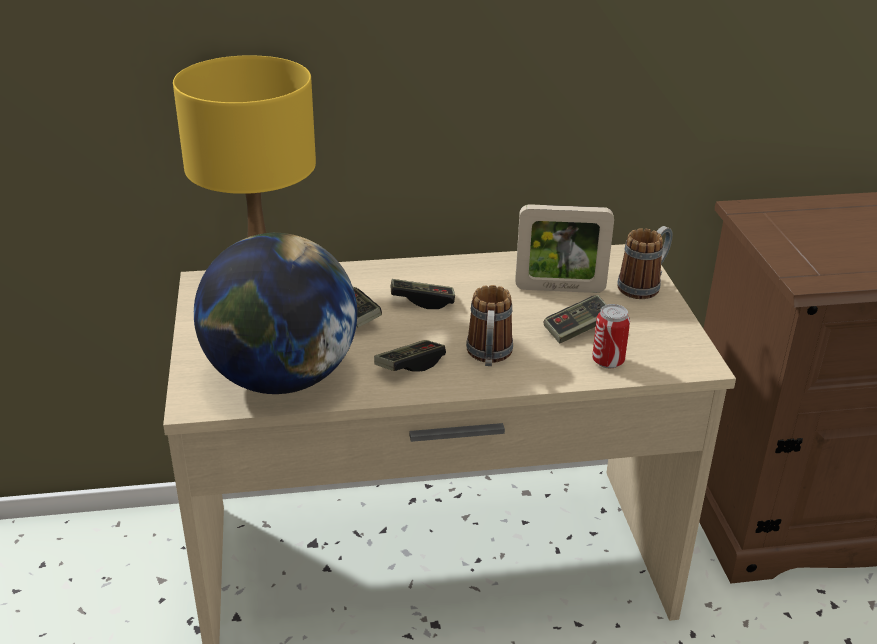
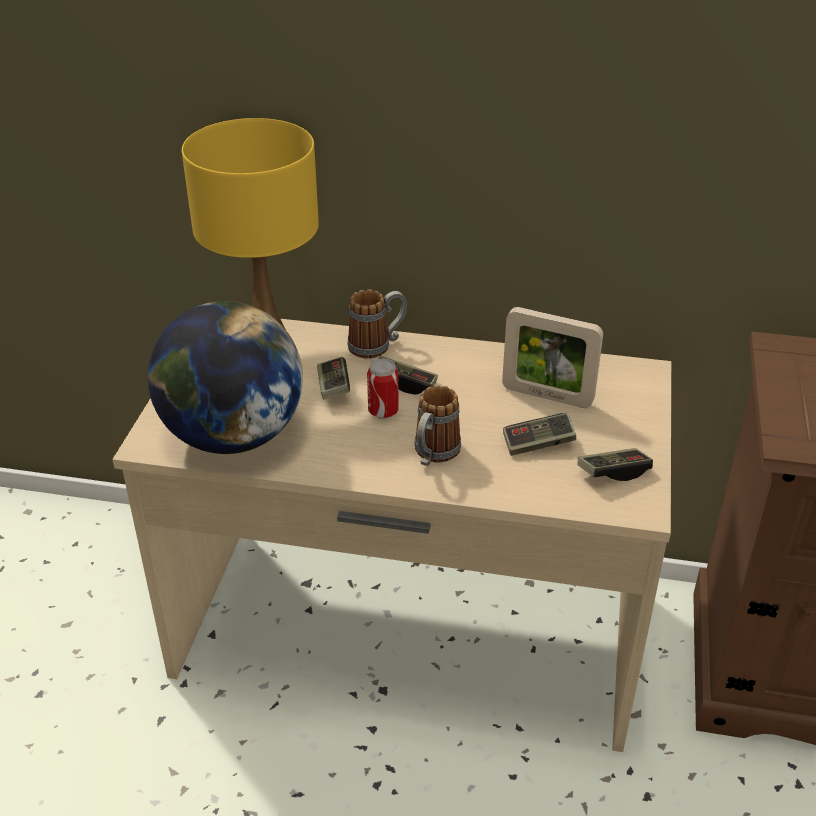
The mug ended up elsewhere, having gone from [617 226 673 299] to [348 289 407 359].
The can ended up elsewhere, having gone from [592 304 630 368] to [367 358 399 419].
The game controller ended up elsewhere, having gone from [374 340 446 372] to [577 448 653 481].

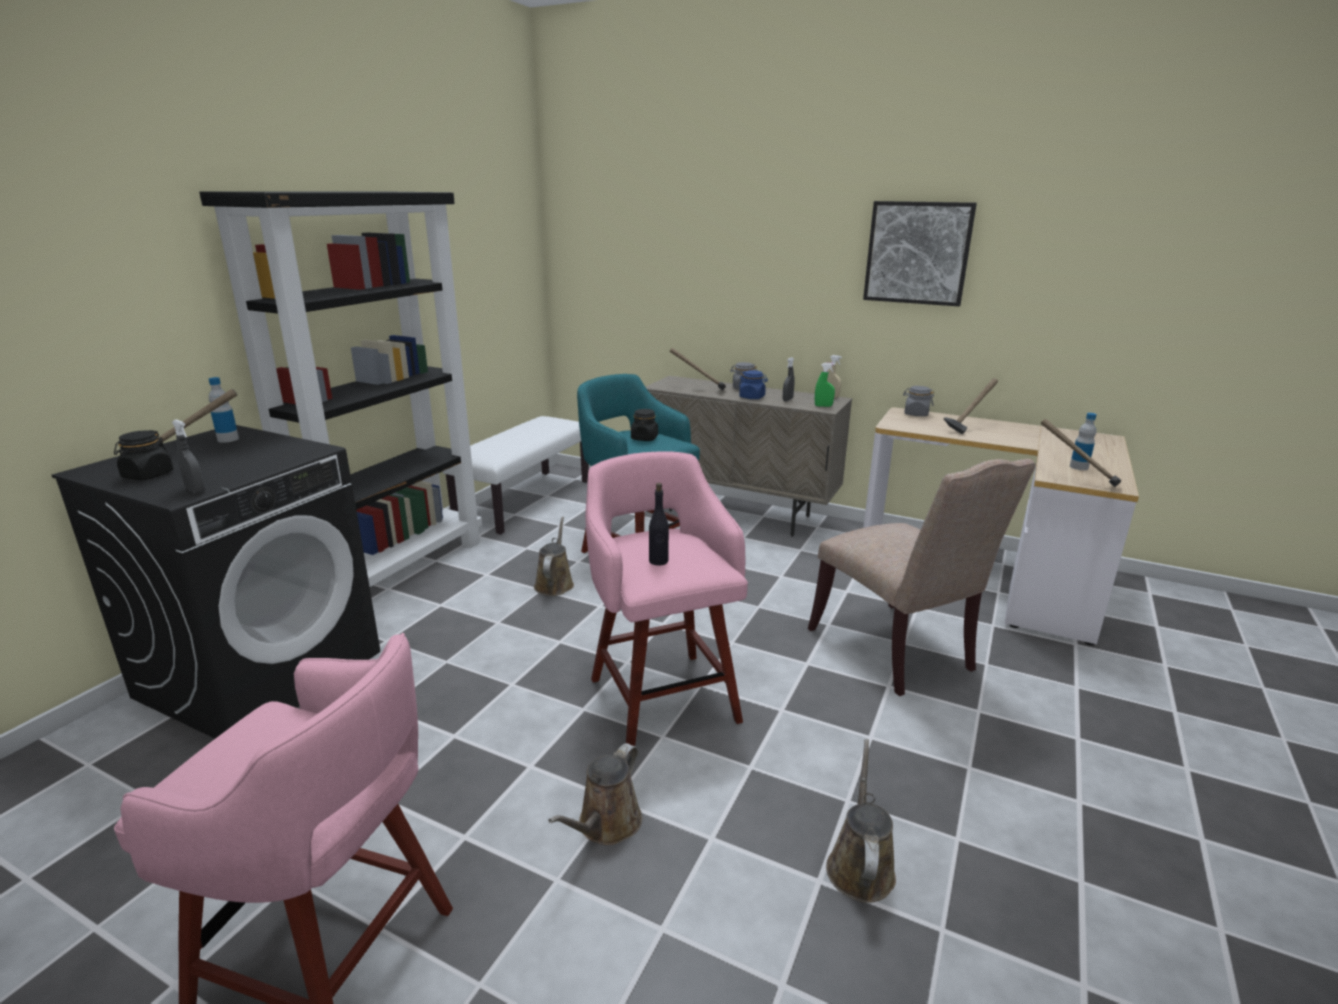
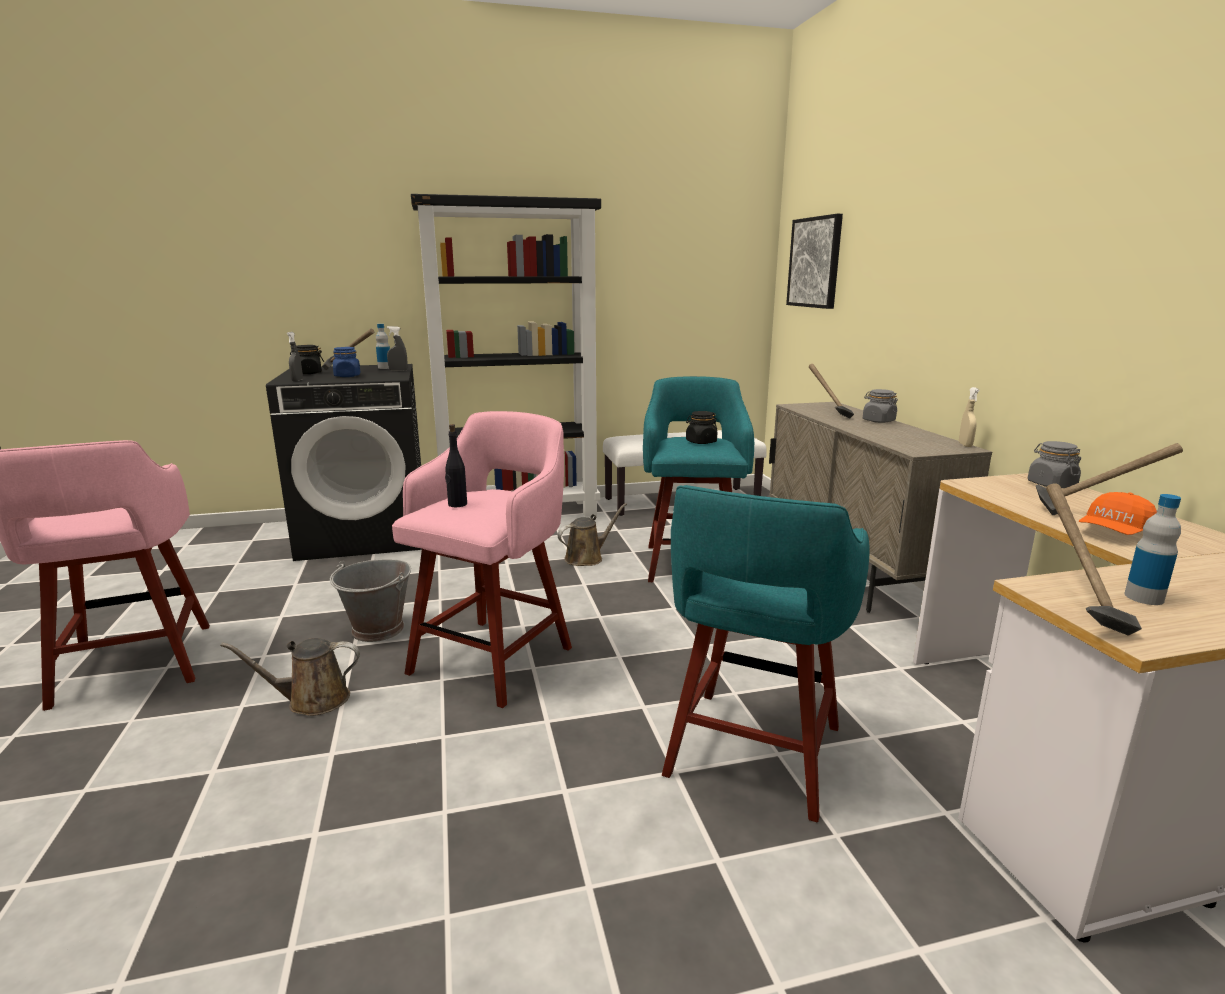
The picture ended up elsewhere, having gone from [863 201 977 306] to [786 214 843 309].
The grey spray bottle ended up elsewhere, having gone from [783 357 795 401] to [387 326 408 371].
The second view lost the green spray bottle at [815 363 835 407].
The blue jar ended up elsewhere, having gone from [739 370 768 399] to [333 347 360 377].
Where the beige chair stood at [808 459 1036 696], the turquoise stool came to stand at [662 485 869 823].
The second view lost the brown watering can at [826 739 896 903].
The second view gained the orange cap at [1079 492 1157 535].
The second view gained the grey bucket at [330 559 411 642].

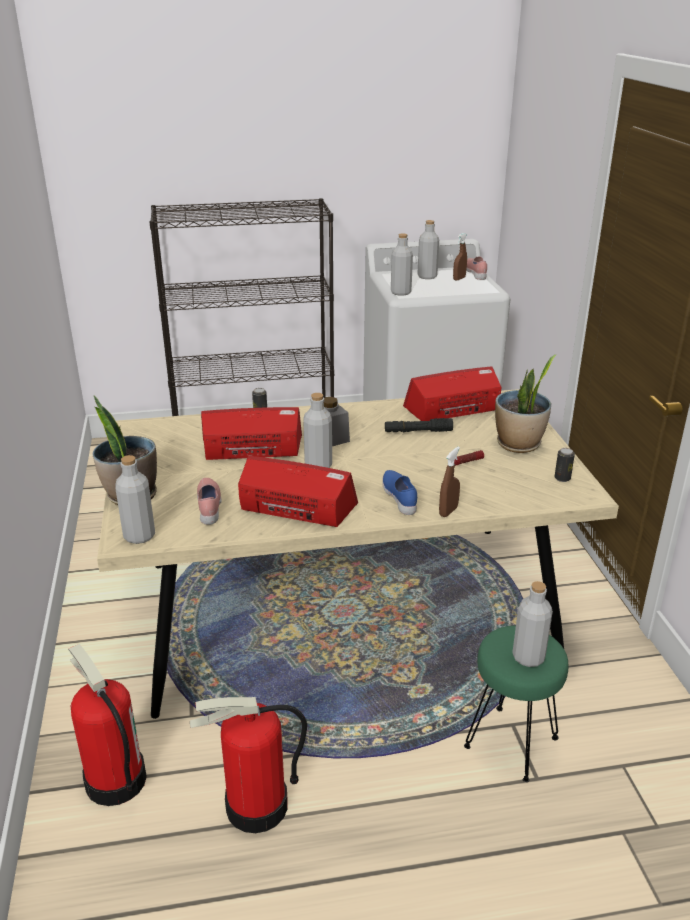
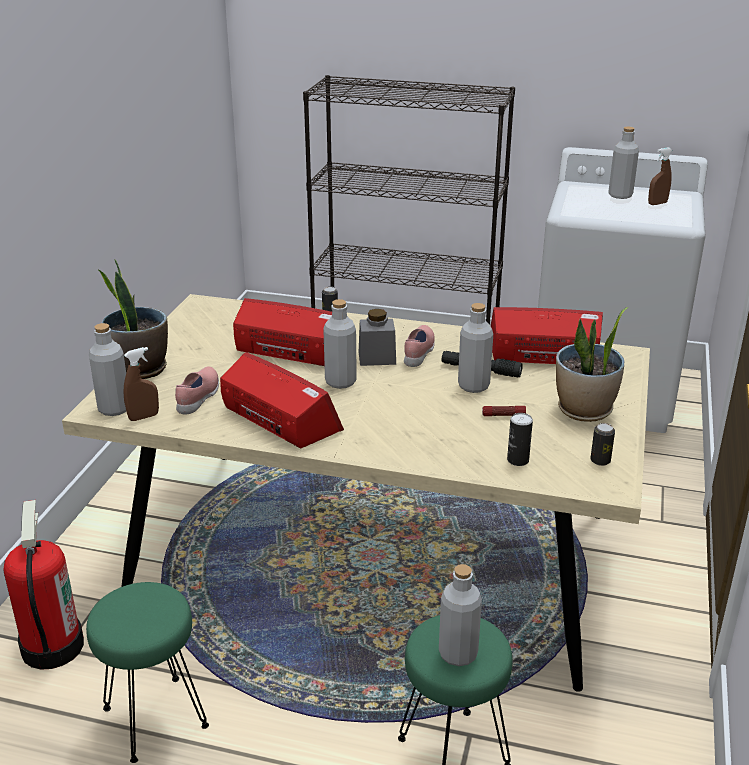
The grey bottle ended up elsewhere, having gone from [391 233 413 296] to [458 303 493 393].
The pink shoe ended up elsewhere, having gone from [466 256 487 280] to [404 325 435 367].
The brown spray bottle ended up elsewhere, having gone from [439 446 460 517] to [124 347 159 421].
The second view lost the blue shoe at [382 470 417 515].
Where the fire extinguisher stood at [190 697 307 833], the green stool came to stand at [86 582 209 763].
The second view gained the can at [507 413 533 466].

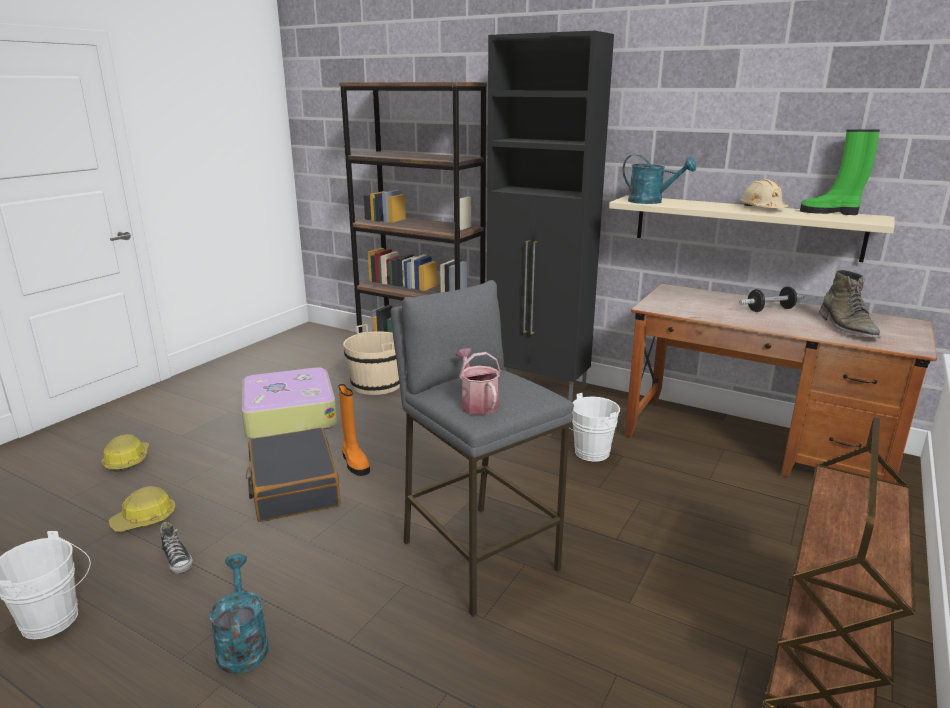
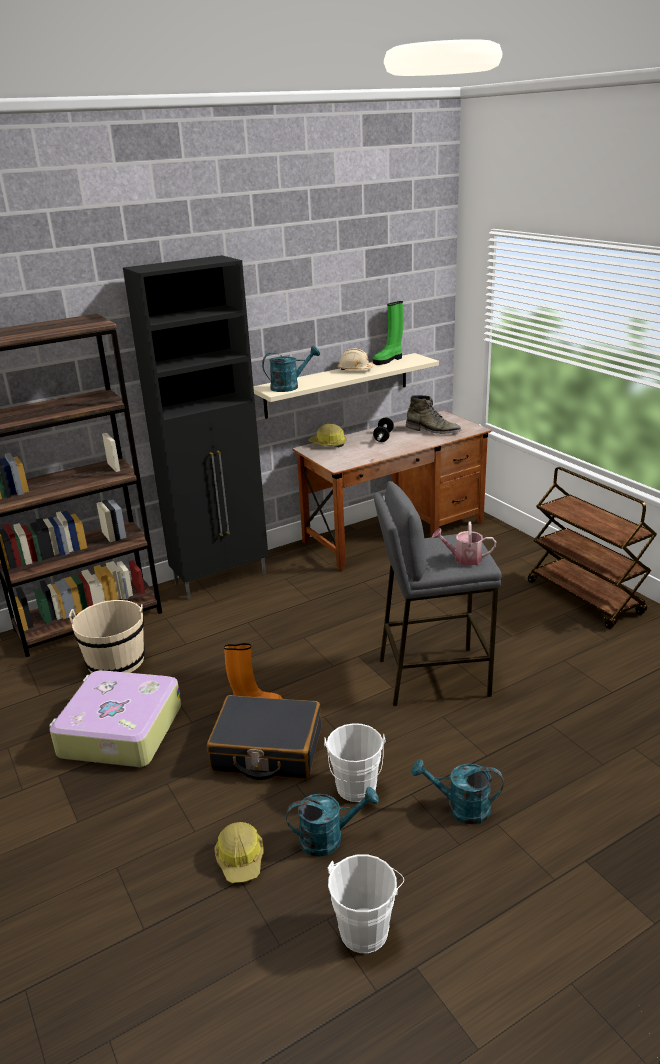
The white bucket ended up elsewhere, having gone from [570 393 620 462] to [324 723 385 802].
The hard hat ended up elsewhere, having gone from [102 434 149 472] to [308 424 347 447].
Where the shoe stood at [160 522 193 573], the turquoise watering can came to stand at [286 787 379 857].

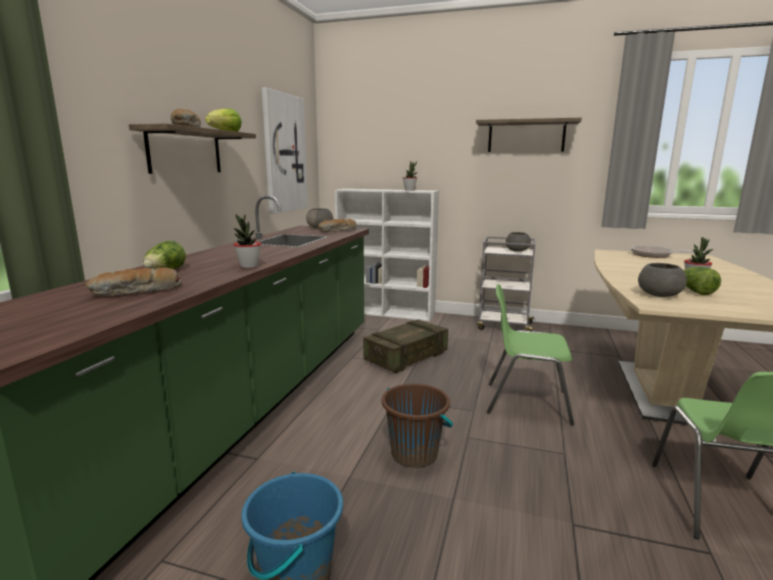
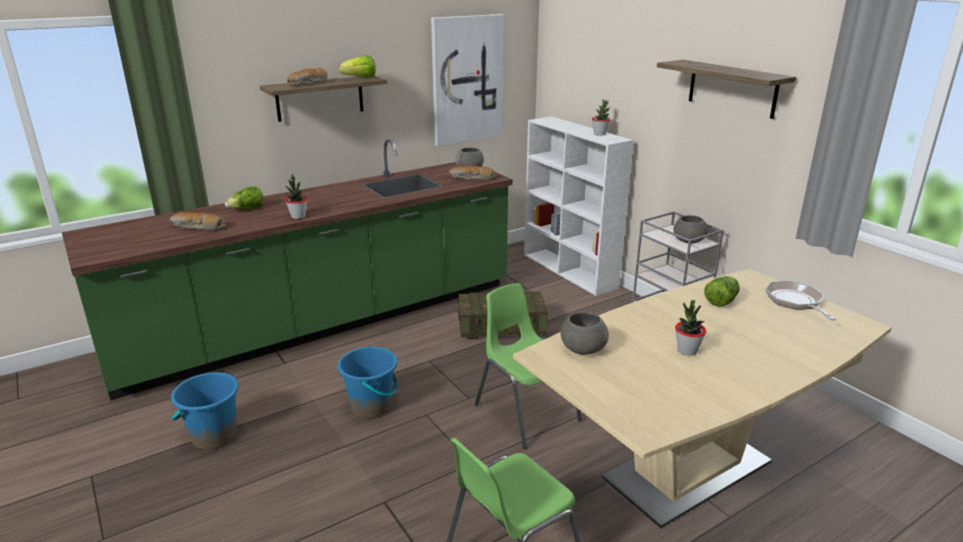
The lettuce ended up elsewhere, having gone from [684 267 721 295] to [704 276 740 307].
What was the brown bucket at [382 384 453 468] turned into the blue bucket at [338 346 398 418].

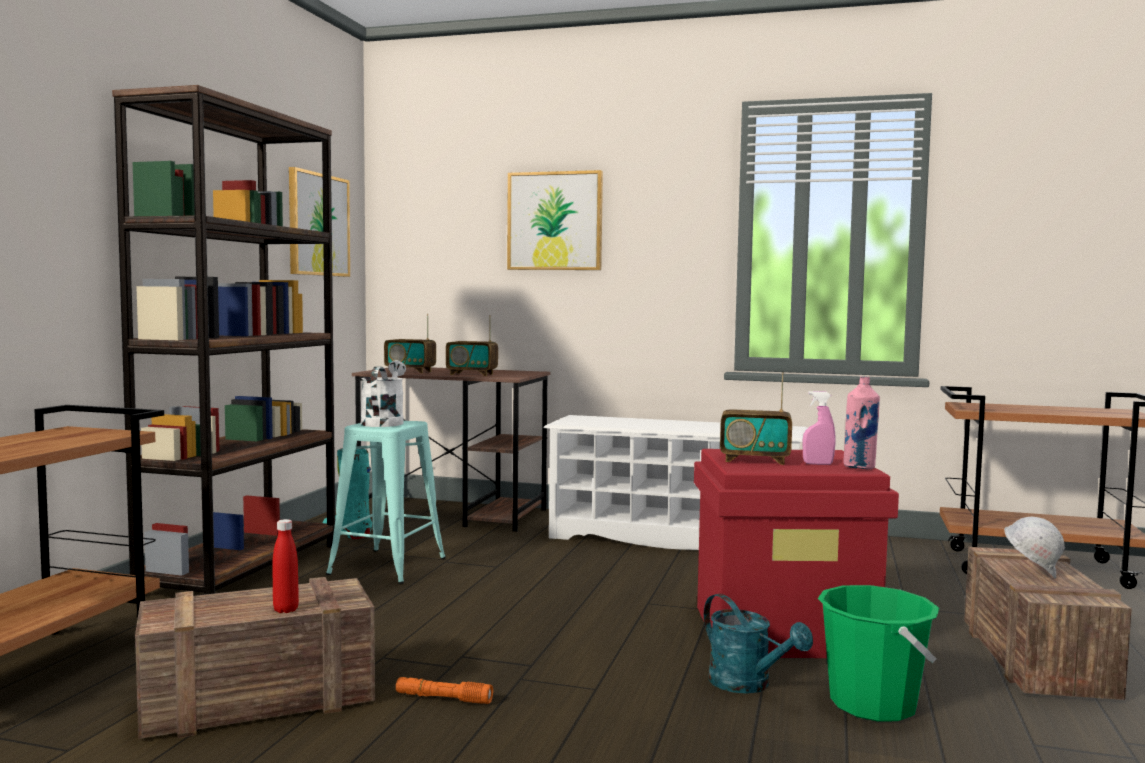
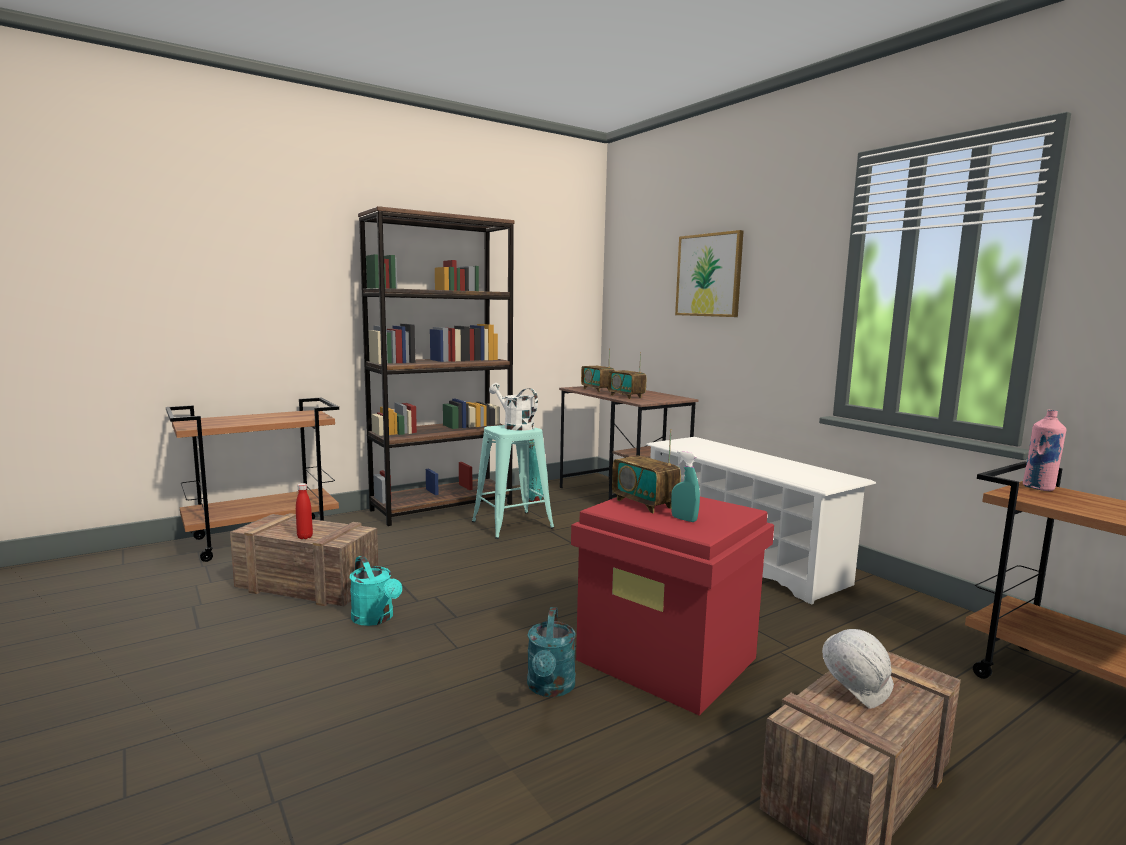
The second view lost the picture at [289 167 350 277].
The white watering can at [360 361 406 427] ended up facing another way, 90 degrees counterclockwise from before.
The pink bottle ended up elsewhere, having gone from [844 376 880 469] to [1023 410 1066 491].
What was the pink spray bottle at [803 391 836 465] turned into the turquoise spray bottle at [671 451 700 522].
The second view lost the green bucket at [818 585 939 722].
Where the orange flashlight stood at [396 677 493 704], the turquoise watering can came to stand at [350 556 402 626].

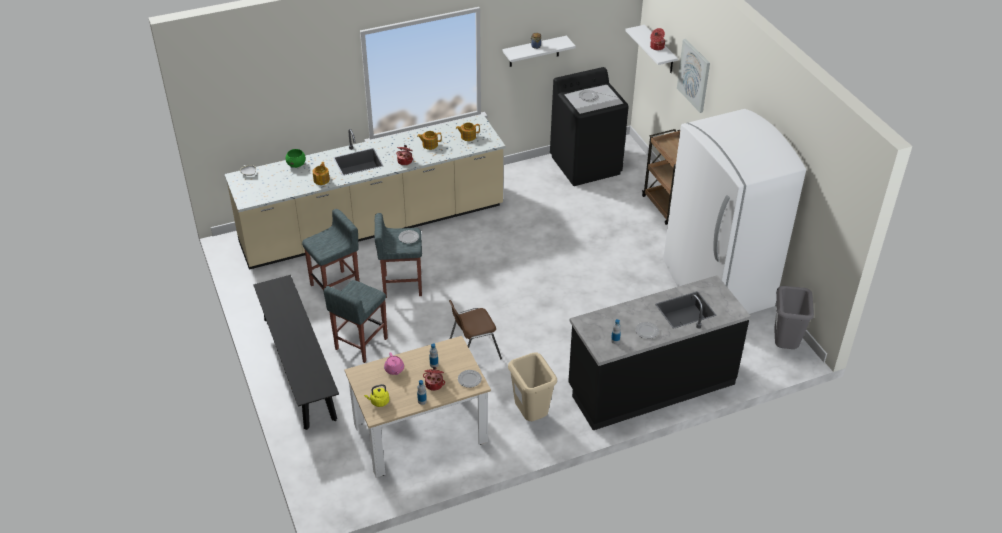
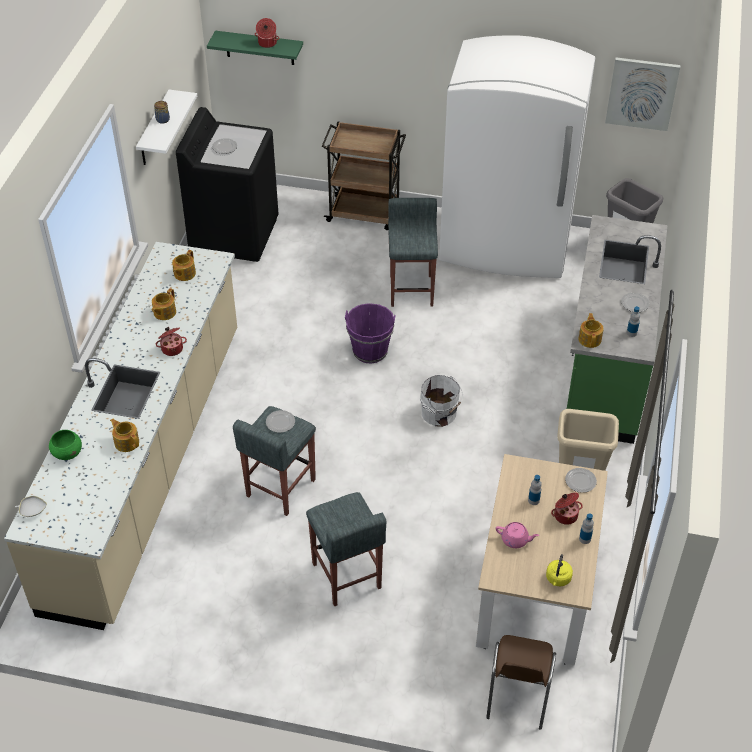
What was the white shelf at [625 25 678 73] turned into the green shelf at [207 31 303 65].
The picture ended up elsewhere, having gone from [677 39 710 113] to [605 57 680 131].
The grey stool ended up elsewhere, having gone from [302 209 359 290] to [388 198 438 307].
The second view lost the black bench at [253 275 339 430].
What was the black counter at [568 275 751 430] turned into the green counter at [567 215 667 444].
The brown chair ended up elsewhere, having gone from [449 300 502 359] to [486 635 556 730].
The second view gained the purple bucket at [345 303 396 364].
The second view gained the teapot at [578 313 604 348].
The second view gained the white bucket at [420 375 464 427].

